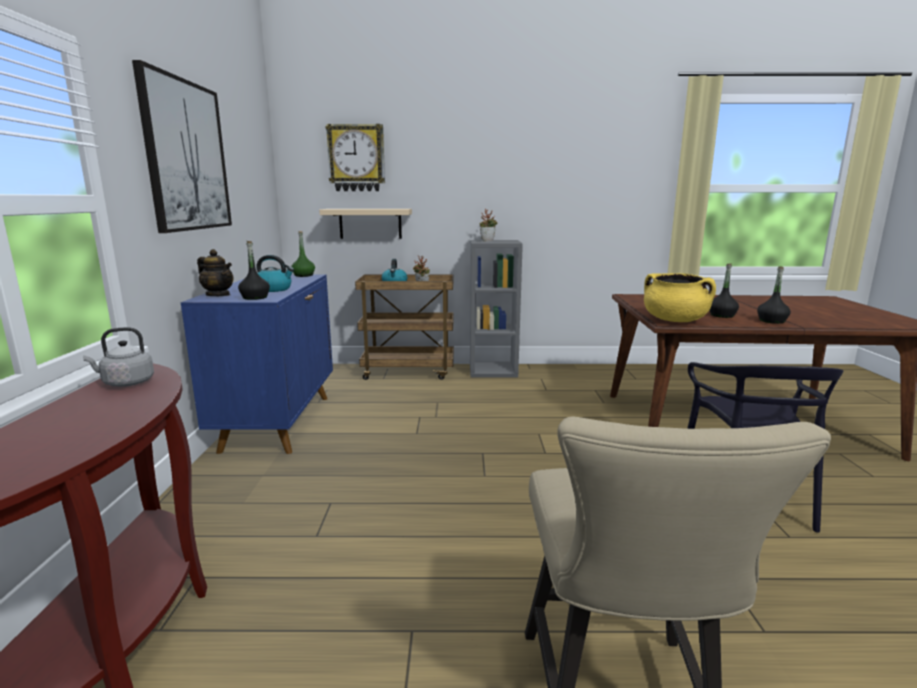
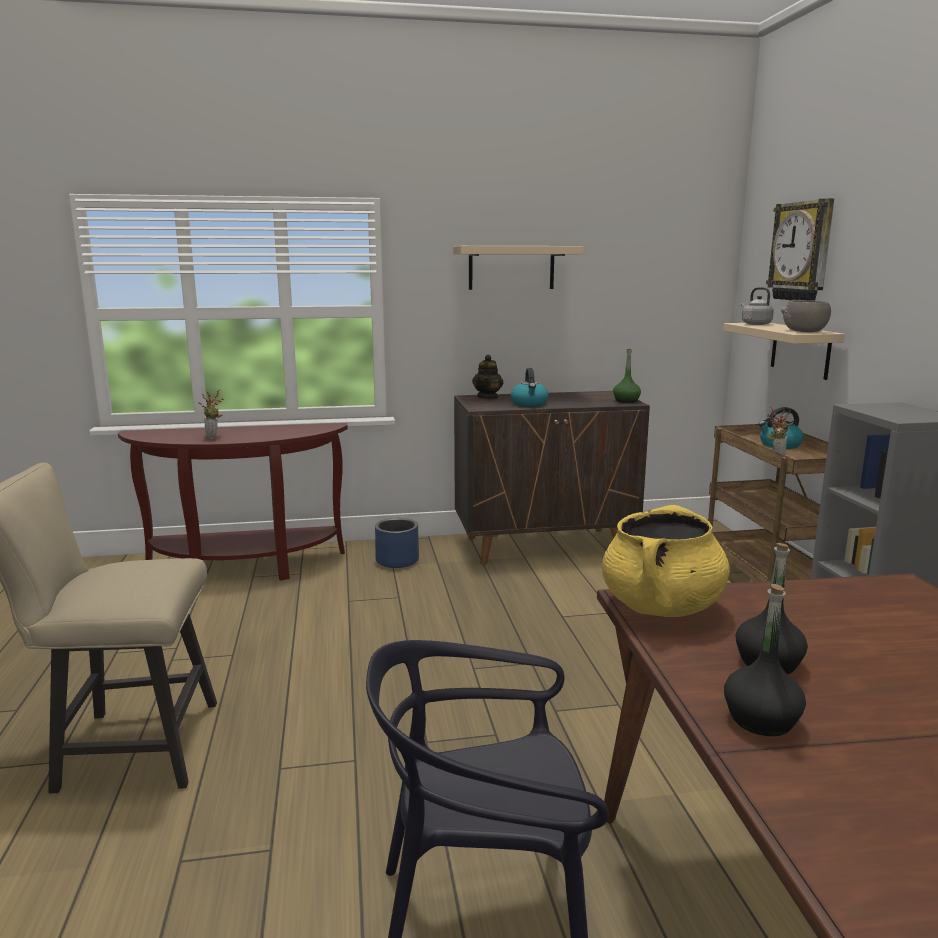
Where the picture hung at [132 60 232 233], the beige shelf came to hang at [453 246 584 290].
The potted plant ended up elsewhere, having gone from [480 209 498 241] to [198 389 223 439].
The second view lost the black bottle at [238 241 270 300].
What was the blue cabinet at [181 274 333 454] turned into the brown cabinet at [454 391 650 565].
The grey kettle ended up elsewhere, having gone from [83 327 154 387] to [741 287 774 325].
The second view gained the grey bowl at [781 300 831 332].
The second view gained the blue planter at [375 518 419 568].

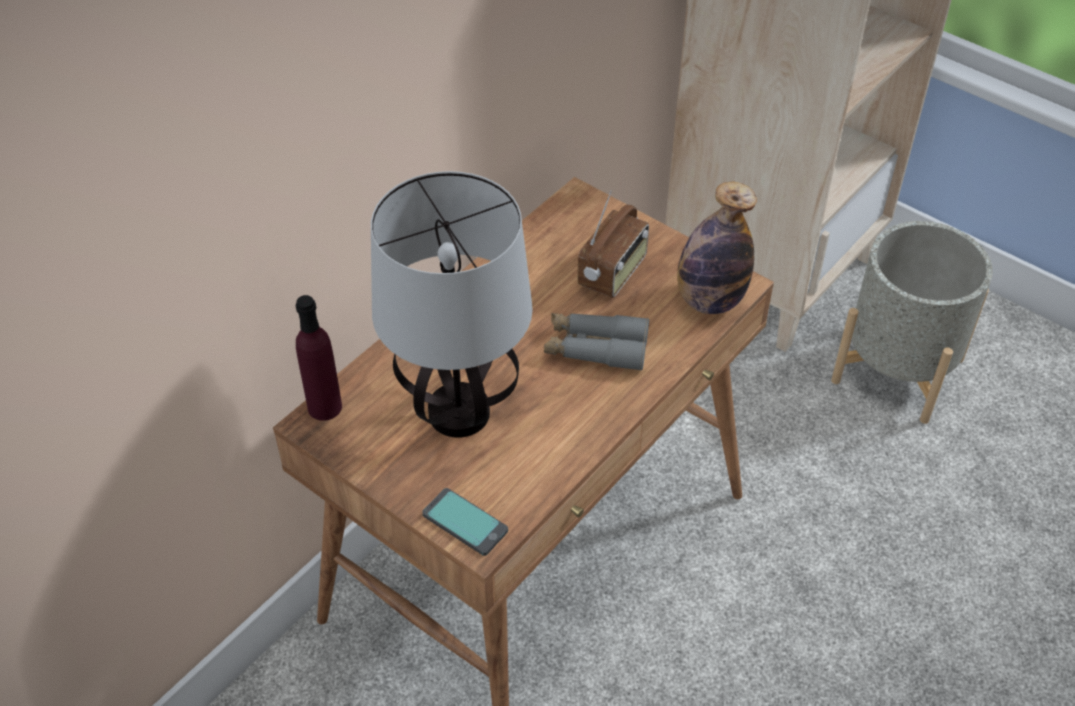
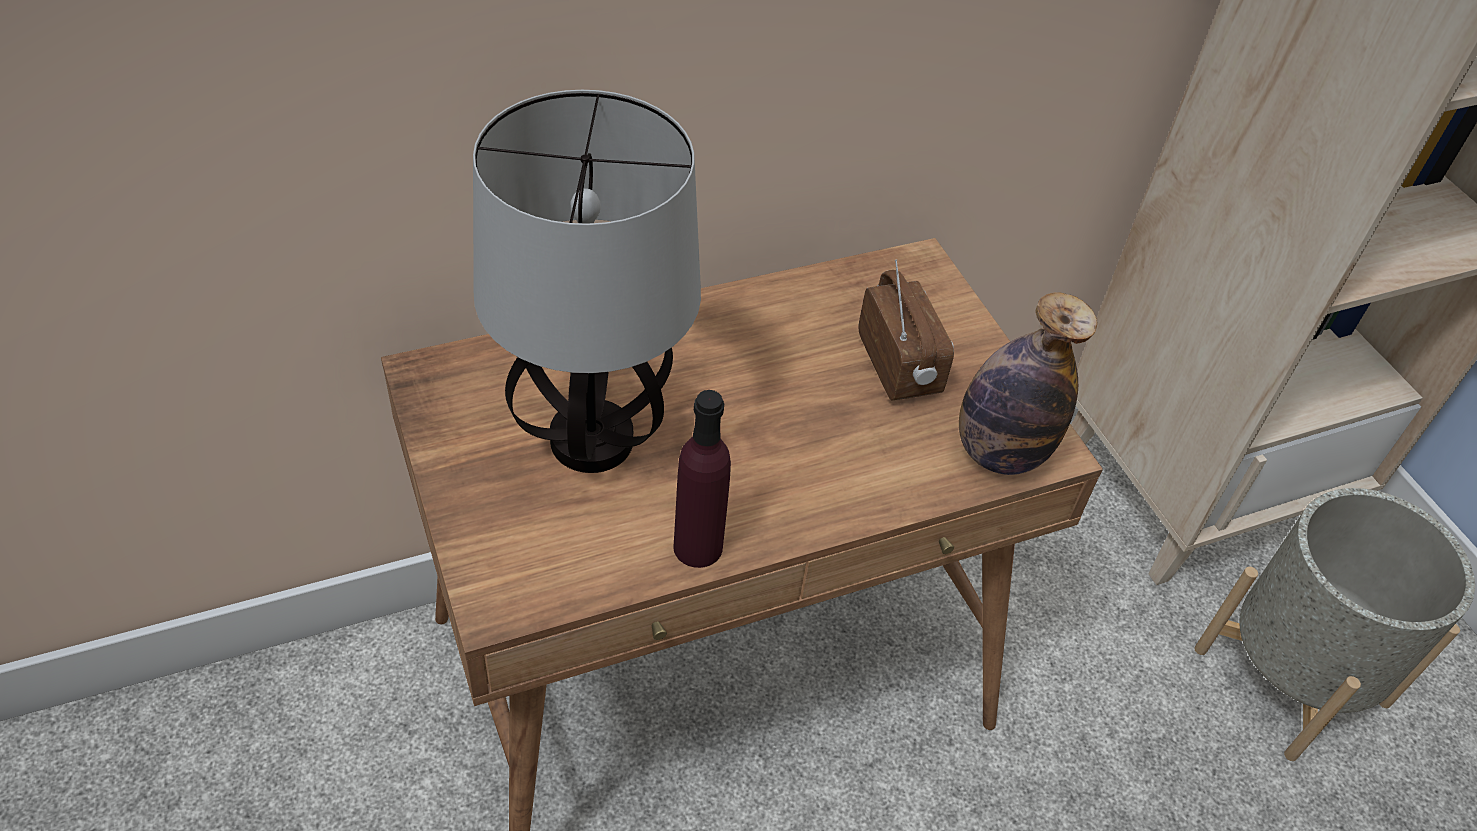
The radio at [577 190 649 298] ended up facing another way, 75 degrees counterclockwise from before.
The purple bottle ended up elsewhere, having gone from [296 295 342 421] to [673 390 731 568].
The second view lost the grey binoculars at [544 313 649 371].
The second view lost the phone at [422 488 508 556].

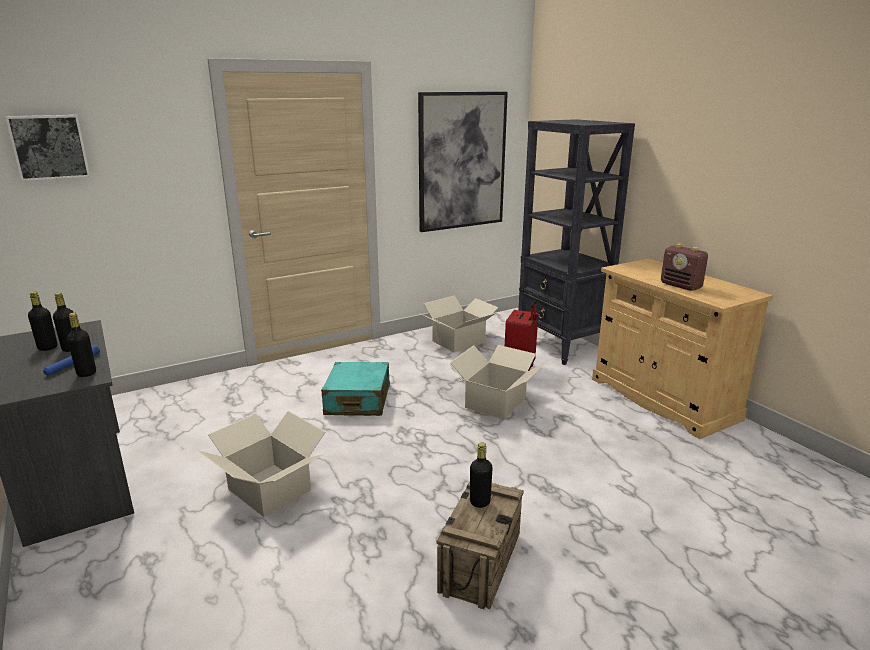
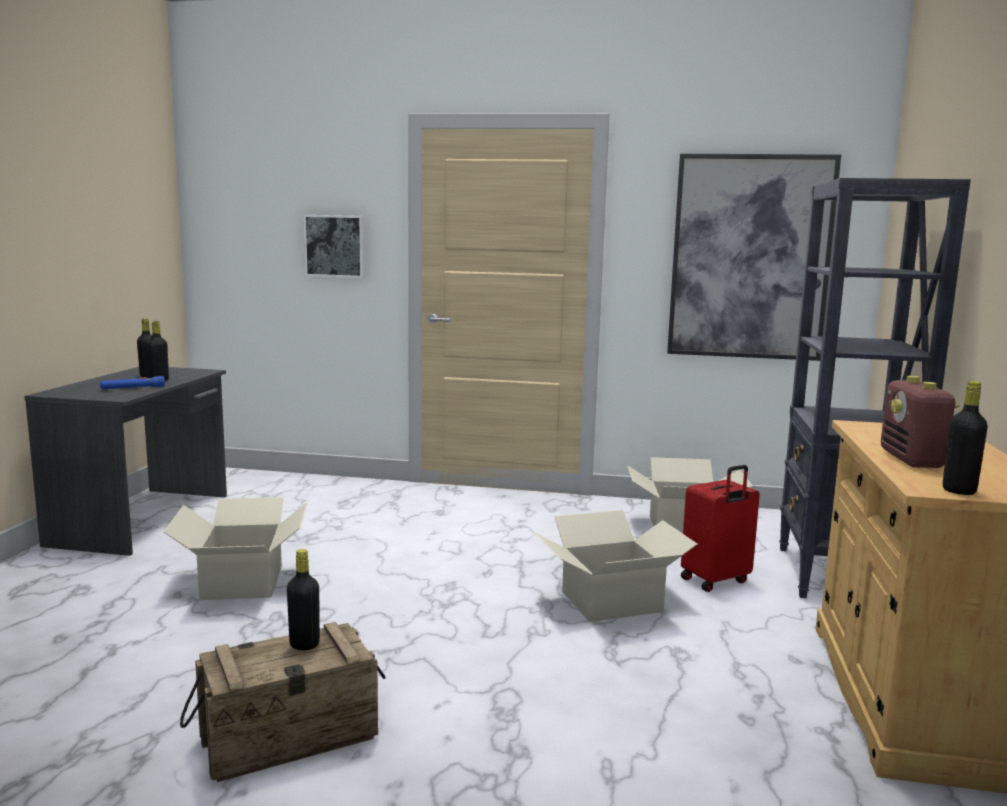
The picture ended up elsewhere, having gone from [5 115 90 181] to [304 215 365 278].
The black bottle ended up elsewhere, having gone from [67 313 96 377] to [943 381 988 495].
The second view lost the turquoise suitcase at [321 362 390 416].

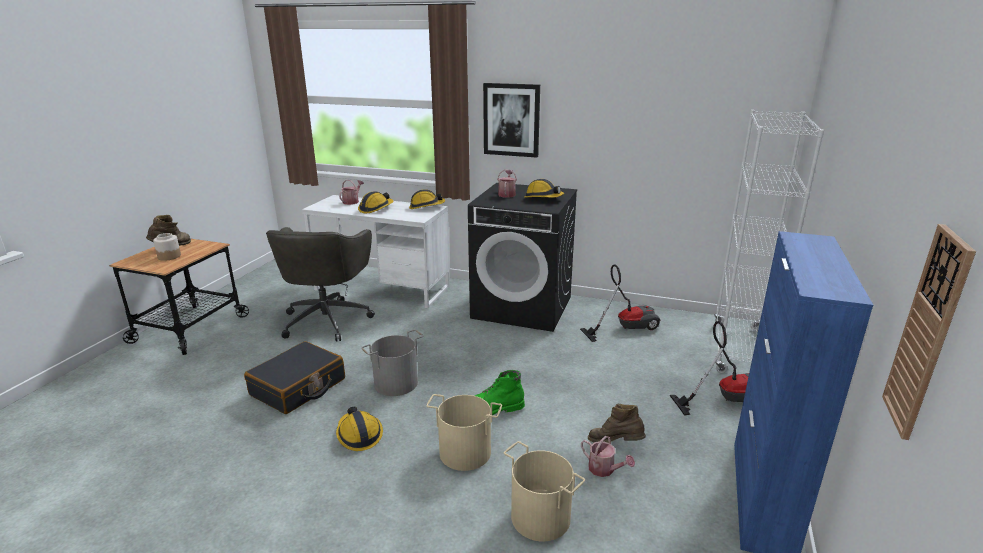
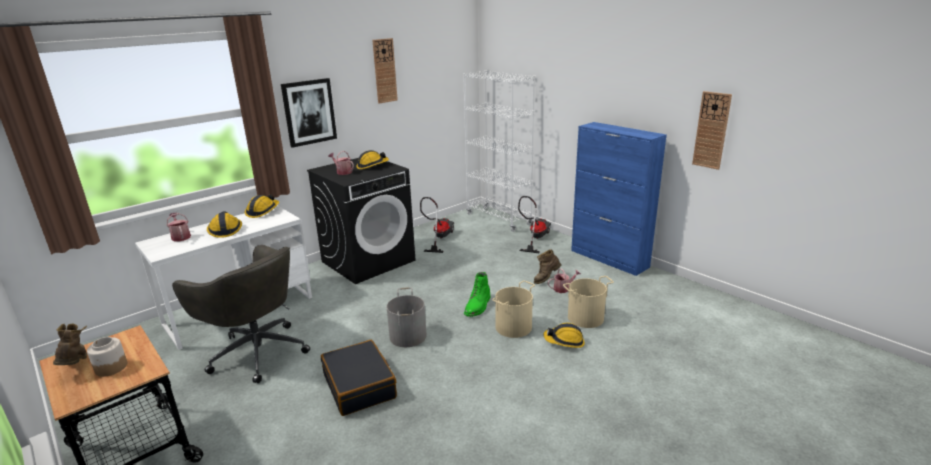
The hard hat ended up elsewhere, having gone from [336 407 383 451] to [544 323 585 348].
The second view gained the wall clock at [372 38 398 104].

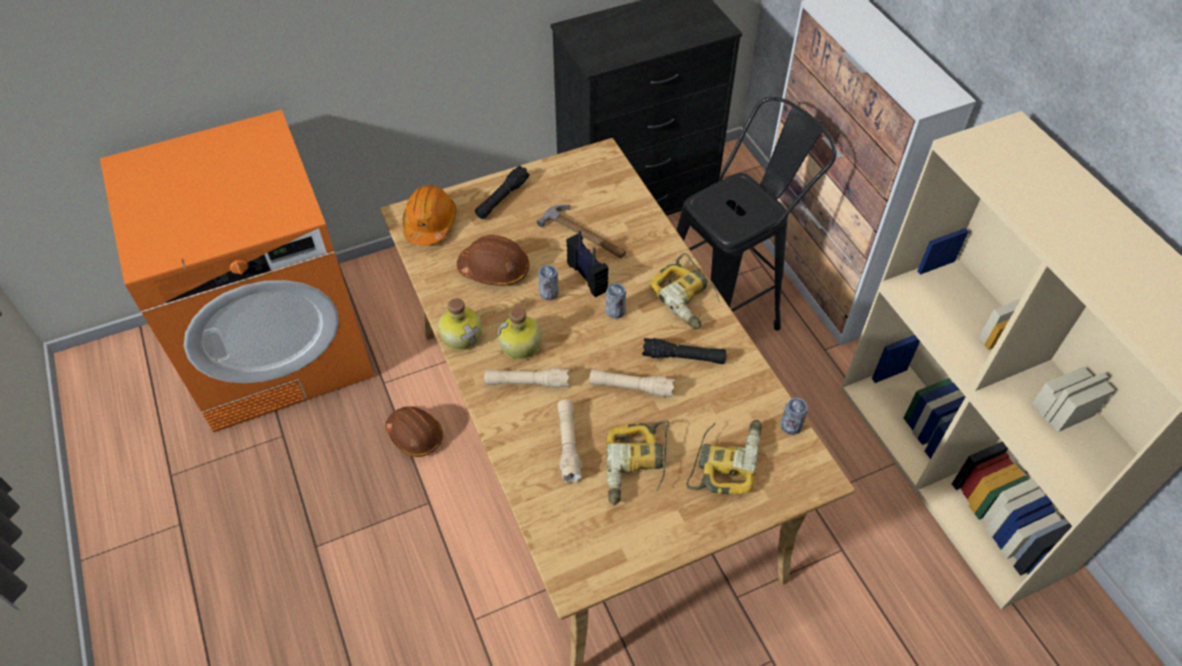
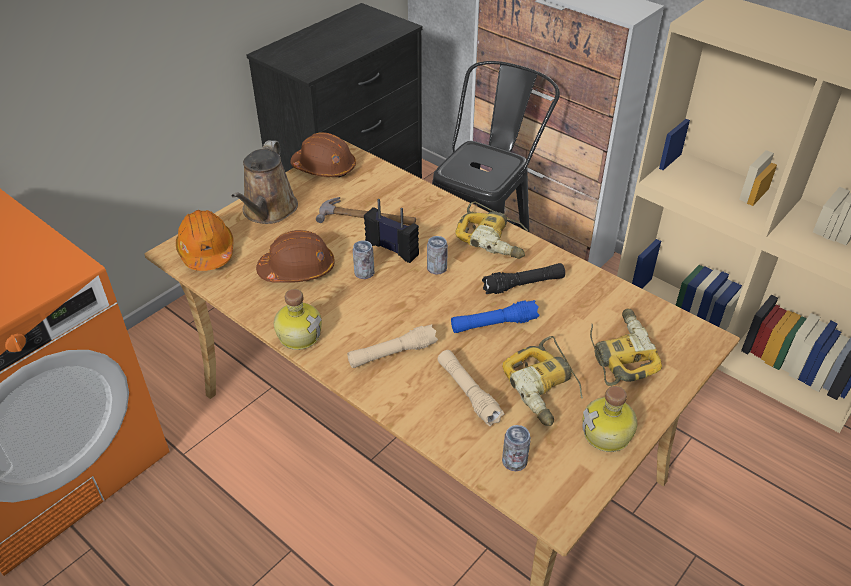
Where the black flashlight stood at [475 165 530 219], the brown watering can came to stand at [231 140 298 224].
The bottle ended up elsewhere, having gone from [497 307 542 360] to [582 386 637 452].
What was the beige flashlight at [589 369 675 397] turned into the blue flashlight at [451 300 539 333].
The can ended up elsewhere, having gone from [780 398 808 435] to [502 425 531 471].
The brown hard hat ended up elsewhere, having gone from [385 406 443 457] to [290 132 356 177].

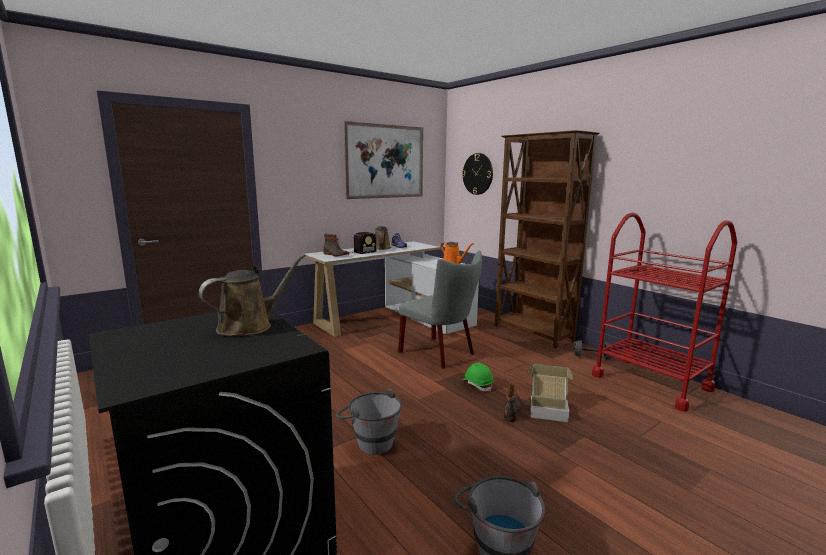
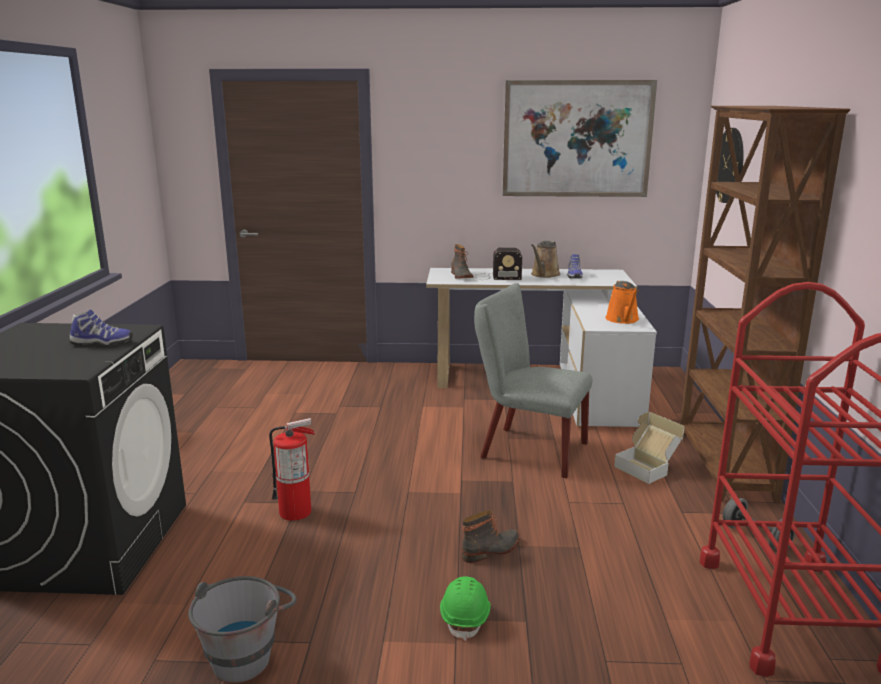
The grey chair at [398 251 482 369] ended up facing another way, 120 degrees clockwise from before.
Where the brown watering can stood at [199 254 306 336], the shoe came to stand at [69 309 133 346].
The green hard hat ended up elsewhere, having gone from [462 363 494 391] to [440 577 491 641].
The cardboard box ended up elsewhere, having gone from [528 364 573 422] to [614 412 685 484].
Where the grey bucket stood at [336 388 402 455], the fire extinguisher came to stand at [269 418 315 521].

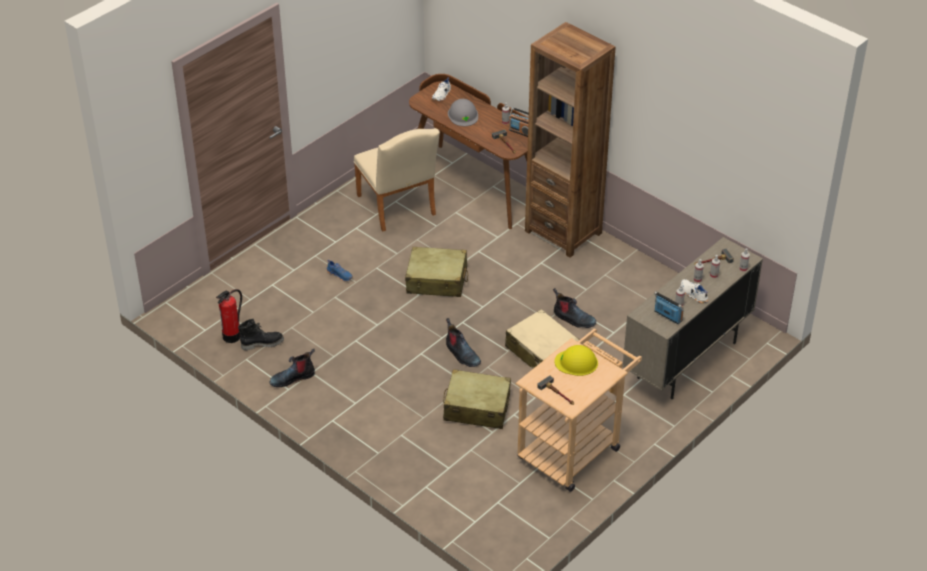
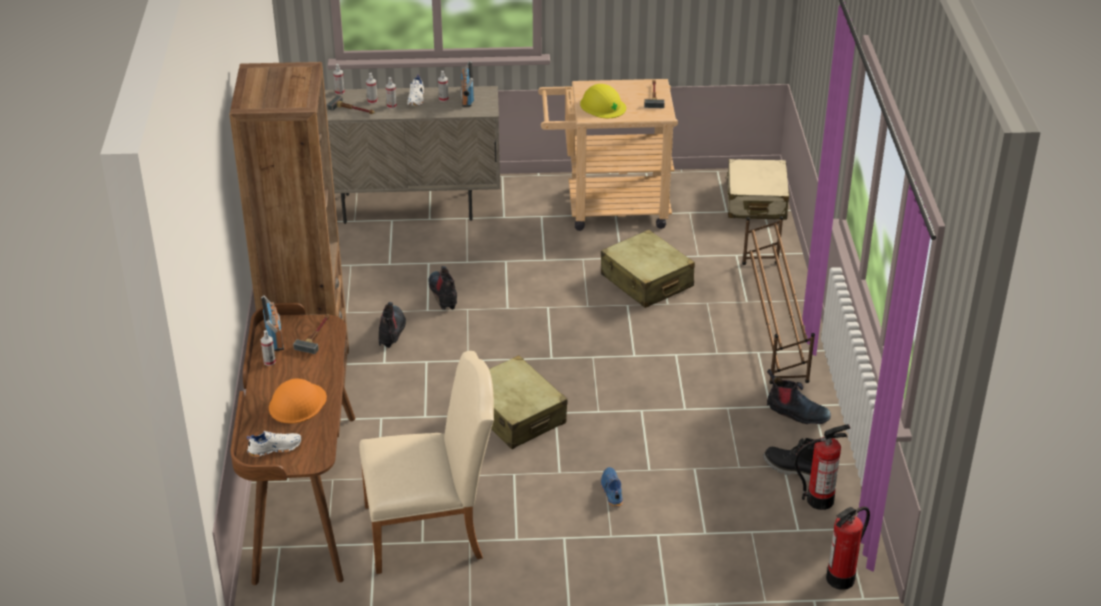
What was the grey hard hat at [448 99 478 126] turned into the orange hard hat at [269 379 327 424].
The beige chair at [354 128 440 231] ended up facing another way, 60 degrees clockwise from before.
The beige suitcase ended up elsewhere, having gone from [505 309 579 369] to [725 159 789 220].
The boot ended up elsewhere, having gone from [446 318 481 367] to [378 302 406 348].
The second view gained the brown shoe rack at [742 216 815 384].
The second view gained the fire extinguisher at [826 507 870 590].

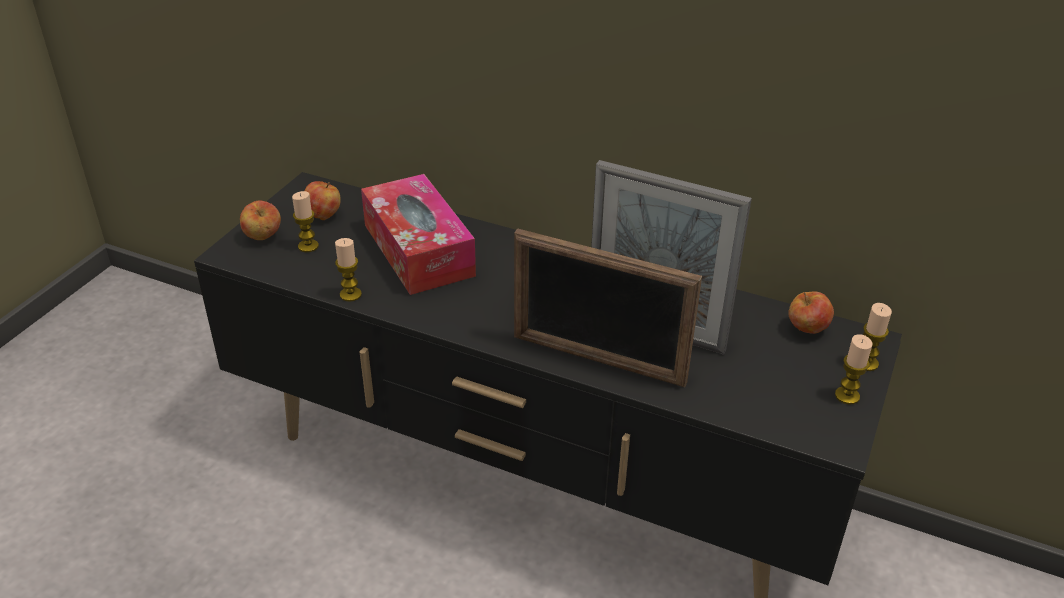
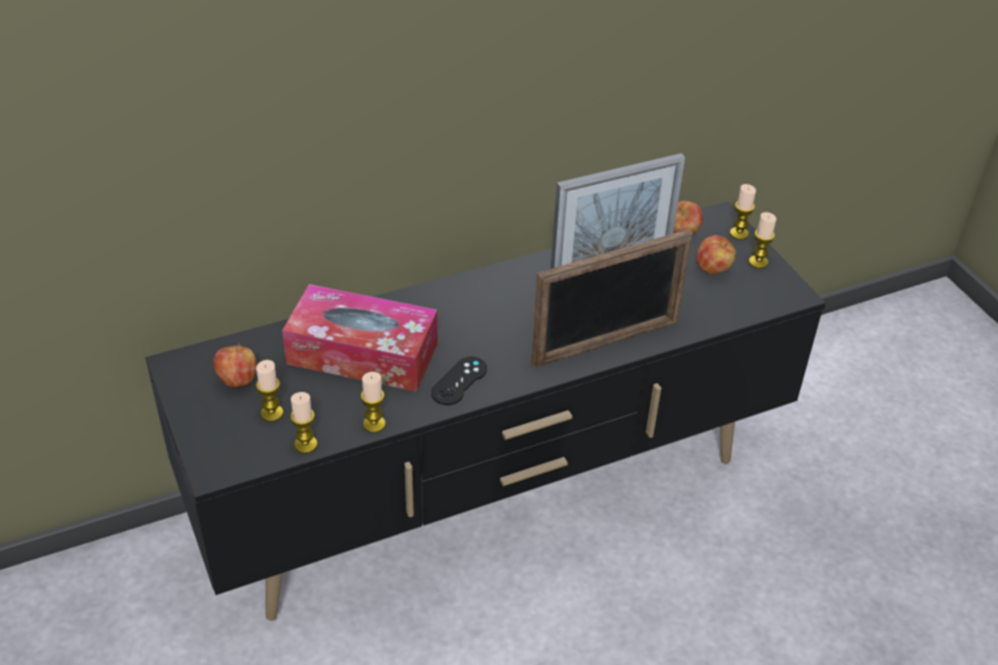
The apple ended up elsewhere, having gone from [240 200 281 240] to [696 235 736 274].
The second view gained the black game controller at [431 357 487 405].
The second view gained the candle at [290 392 318 454].

